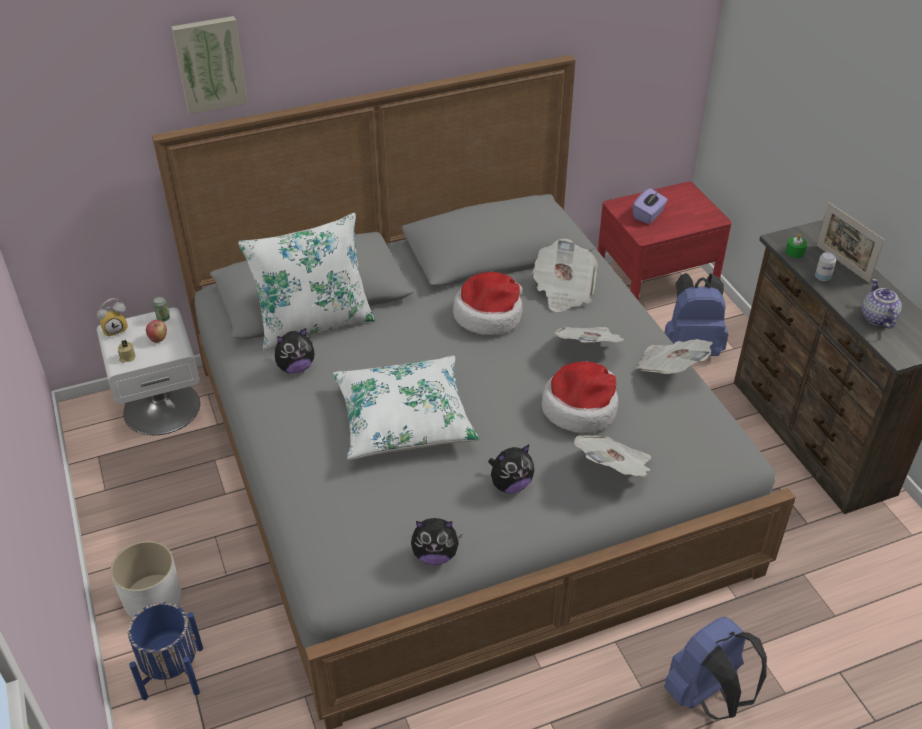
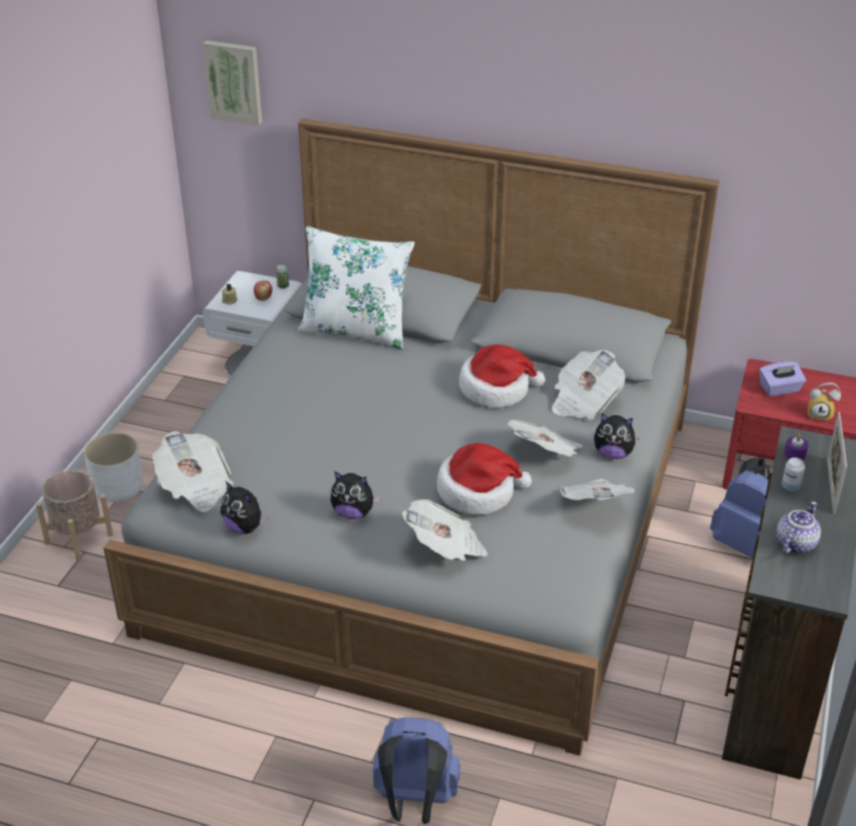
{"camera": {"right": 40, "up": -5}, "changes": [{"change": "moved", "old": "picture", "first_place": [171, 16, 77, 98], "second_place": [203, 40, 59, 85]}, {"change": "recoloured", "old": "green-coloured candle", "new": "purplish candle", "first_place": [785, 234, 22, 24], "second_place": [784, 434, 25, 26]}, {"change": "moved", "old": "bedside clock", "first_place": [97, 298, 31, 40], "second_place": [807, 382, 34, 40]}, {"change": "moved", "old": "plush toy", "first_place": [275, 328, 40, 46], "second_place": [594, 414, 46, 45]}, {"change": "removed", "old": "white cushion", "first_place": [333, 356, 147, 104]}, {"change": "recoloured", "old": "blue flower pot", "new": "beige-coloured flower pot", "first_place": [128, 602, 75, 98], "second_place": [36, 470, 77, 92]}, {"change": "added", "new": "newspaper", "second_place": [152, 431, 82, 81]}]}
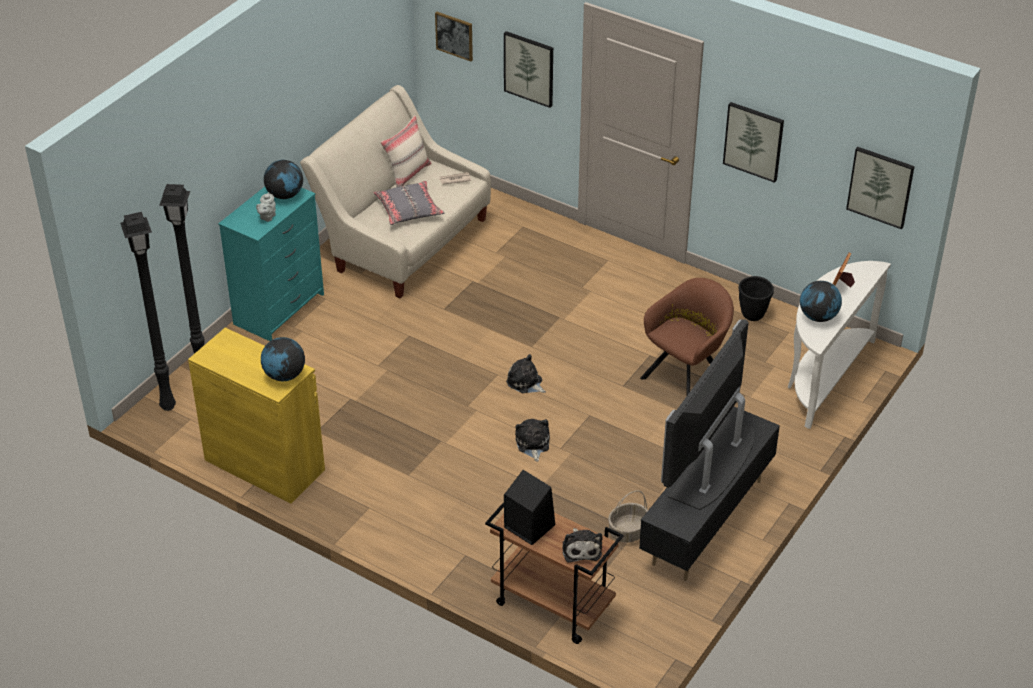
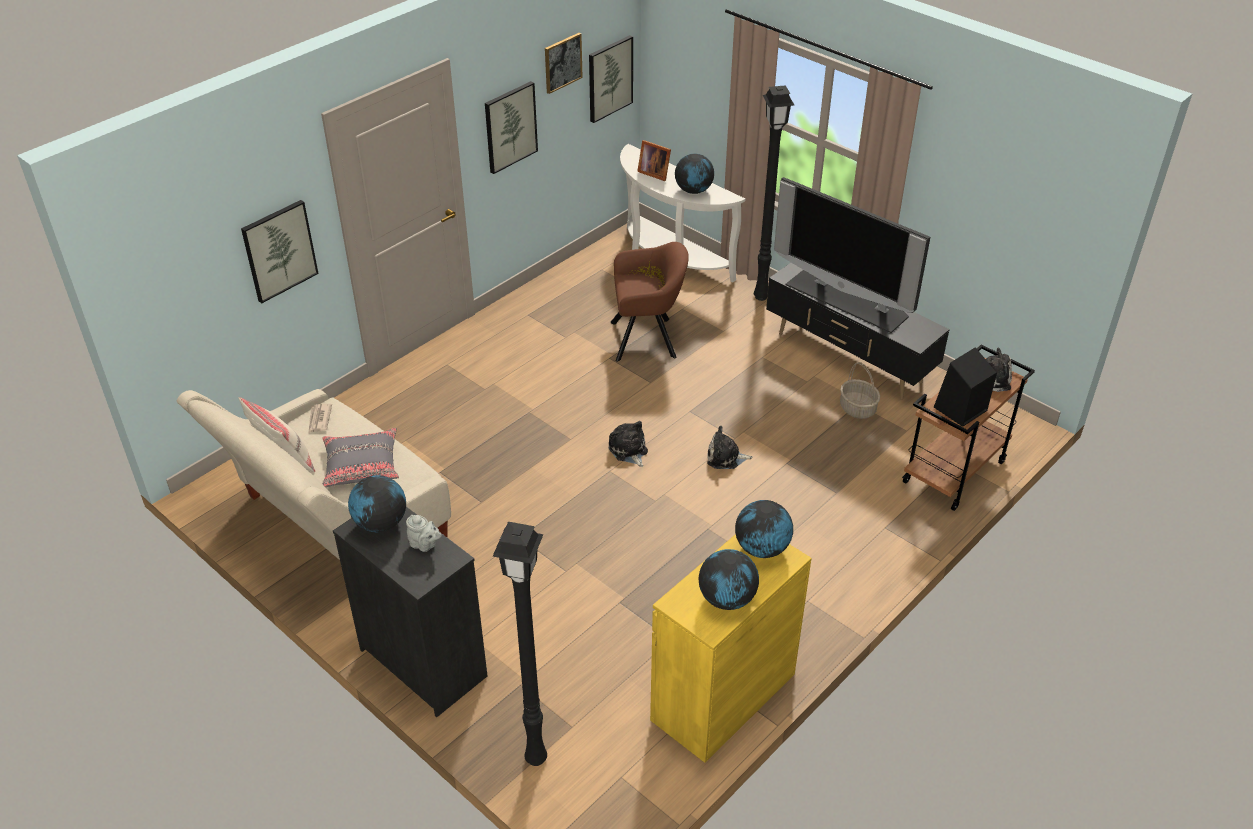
{"camera": {"right": -80, "up": 0}, "changes": [{"change": "moved", "old": "picture", "first_place": [435, 12, 38, 50], "second_place": [545, 33, 38, 61]}, {"change": "recoloured", "old": "turquoise dresser", "new": "black dresser", "first_place": [218, 187, 106, 154], "second_place": [333, 507, 154, 210]}, {"change": "moved", "old": "black floor lamp", "first_place": [120, 212, 56, 199], "second_place": [754, 85, 40, 216]}, {"change": "removed", "old": "black flower pot", "first_place": [739, 276, 35, 45]}, {"change": "turned", "old": "brown-coloured easy chair", "first_place": [640, 278, 94, 119], "second_place": [611, 242, 78, 120], "degrees": 120}, {"change": "turned", "old": "plush toy", "first_place": [506, 354, 40, 39], "second_place": [609, 421, 39, 46], "degrees": 105}, {"change": "added", "new": "globe", "second_place": [699, 549, 60, 61]}]}
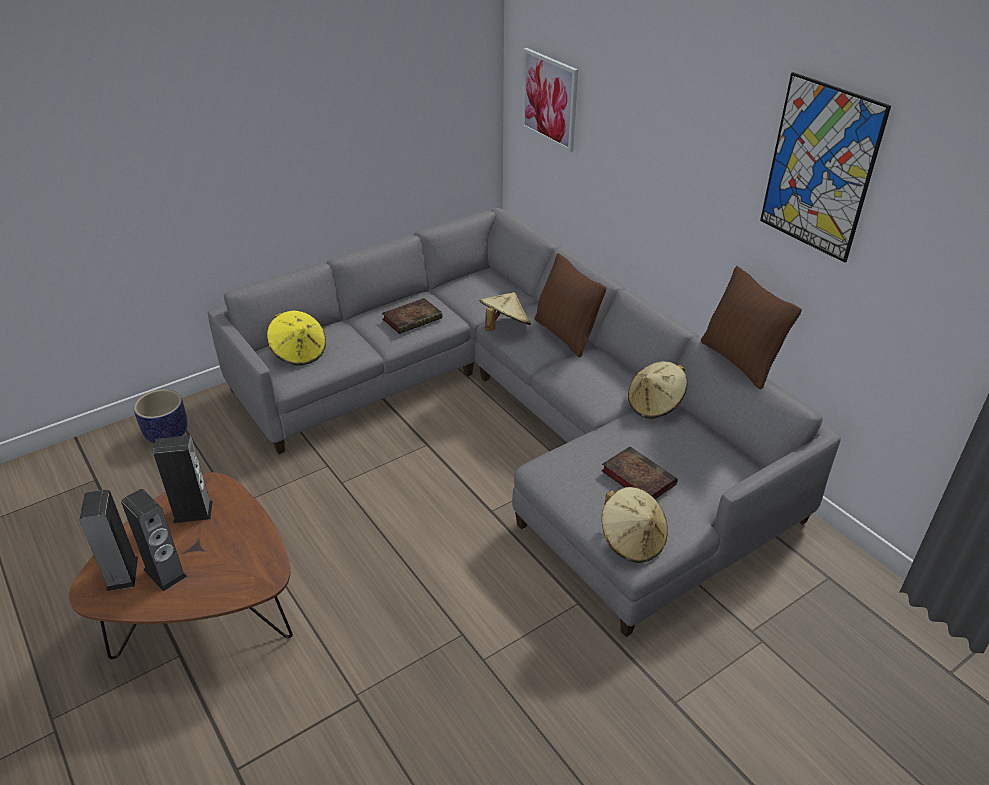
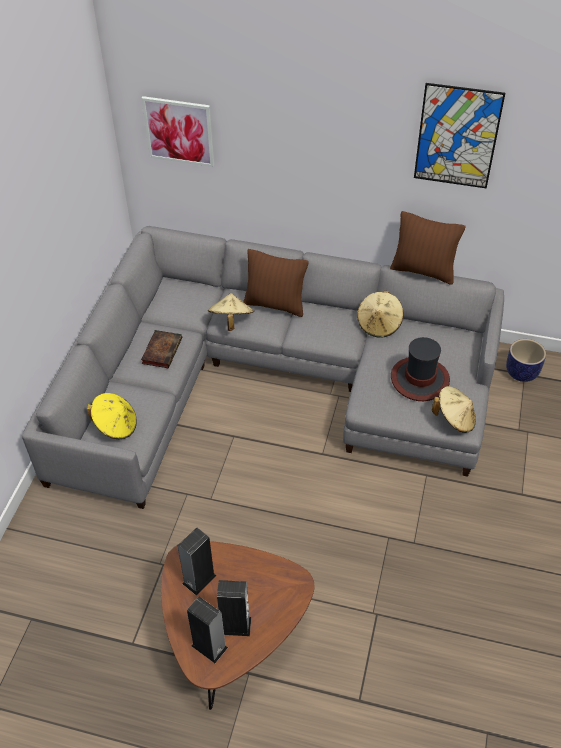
{"camera": {"right": -40, "up": 10}, "changes": [{"change": "moved", "old": "flower pot", "first_place": [134, 389, 54, 55], "second_place": [506, 339, 40, 43]}, {"change": "replaced", "old": "book", "new": "hat", "first_place": [601, 446, 77, 53], "second_place": [391, 337, 59, 64]}]}
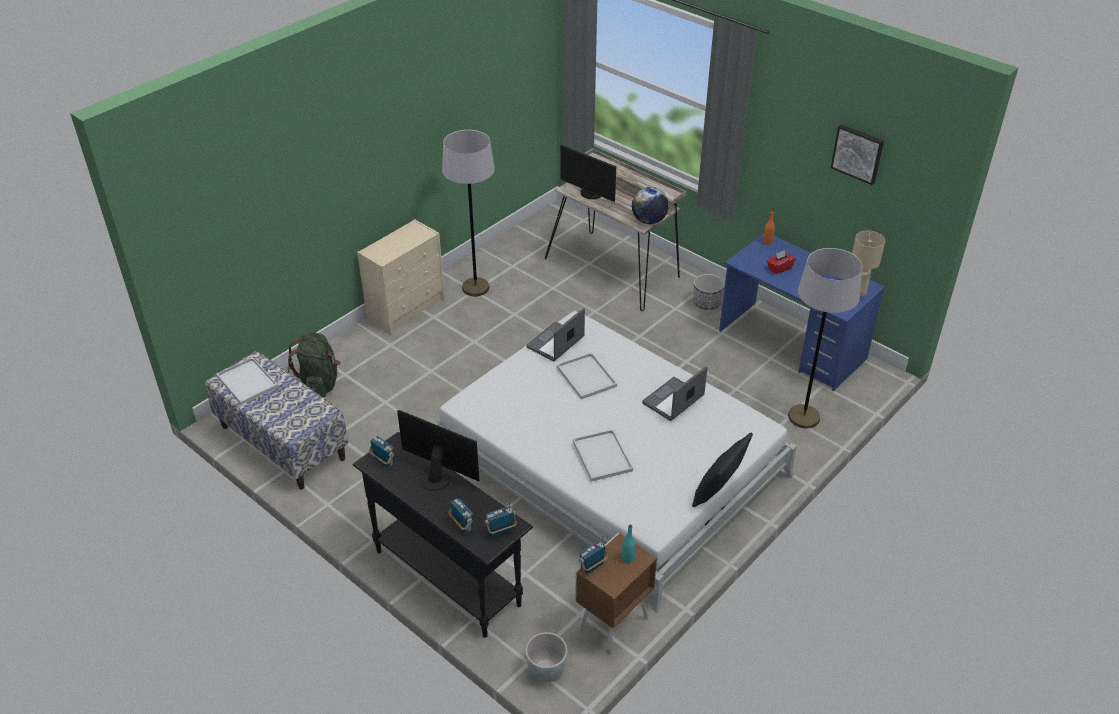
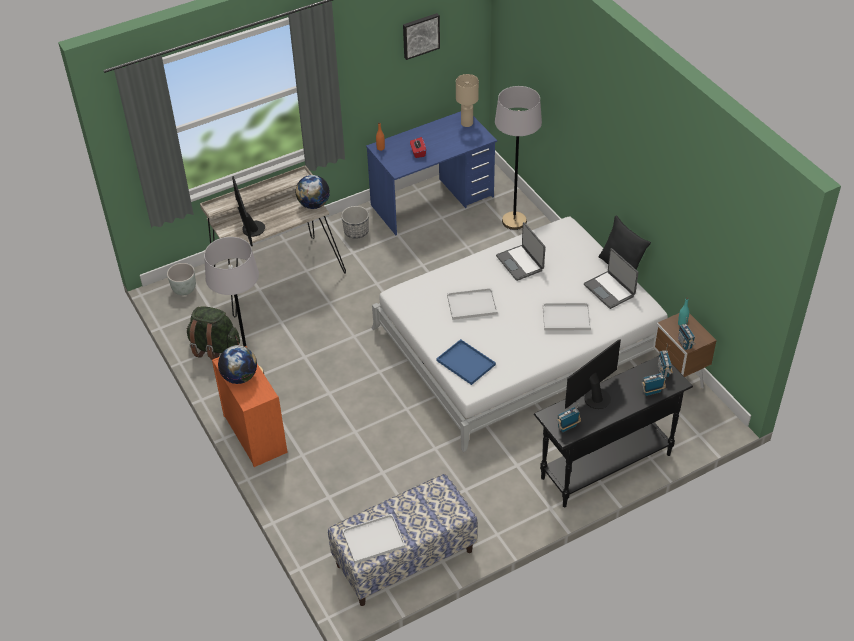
{"camera": {"right": -70, "up": 5}, "changes": [{"change": "turned", "old": "computer display", "first_place": [561, 144, 55, 58], "second_place": [232, 176, 33, 71], "degrees": 105}, {"change": "recoloured", "old": "beige-coloured dresser", "new": "orange dresser", "first_place": [357, 219, 88, 116], "second_place": [212, 346, 76, 121]}, {"change": "moved", "old": "portable computer", "first_place": [526, 308, 59, 53], "second_place": [584, 248, 55, 61]}, {"change": "moved", "old": "green-coloured backpack", "first_place": [287, 333, 54, 65], "second_place": [187, 306, 53, 54]}, {"change": "moved", "old": "grey flower pot", "first_place": [526, 632, 41, 51], "second_place": [167, 263, 29, 32]}, {"change": "added", "new": "blue tray", "second_place": [436, 339, 60, 46]}, {"change": "added", "new": "globe", "second_place": [218, 345, 39, 39]}]}
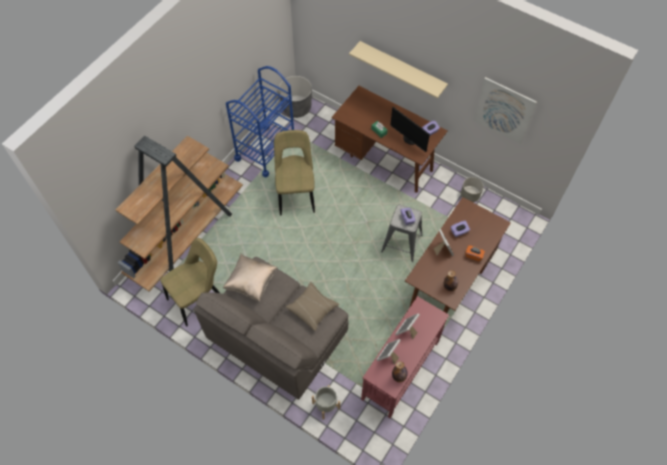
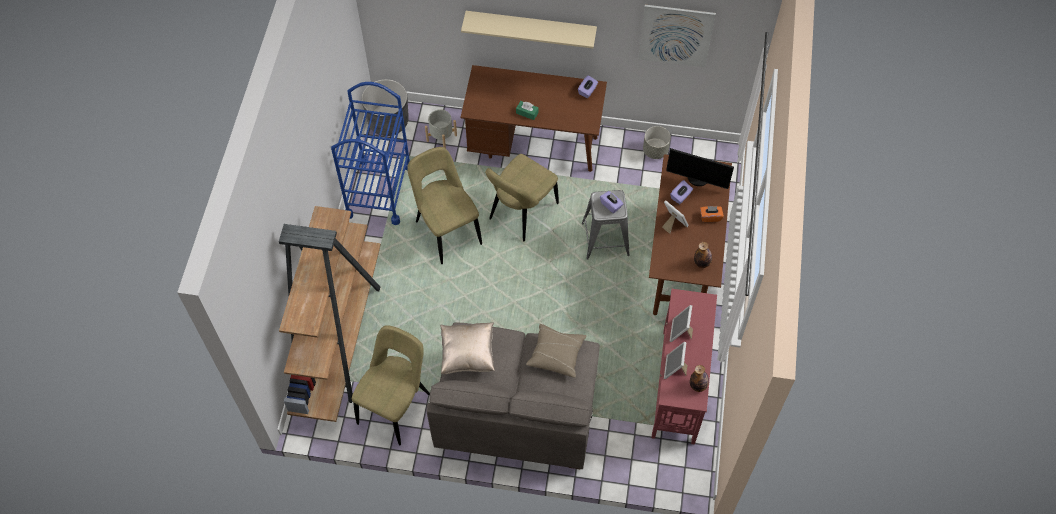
{"camera": {"right": -25, "up": 0}, "changes": [{"change": "moved", "old": "computer display", "first_place": [390, 107, 40, 45], "second_place": [666, 148, 68, 41]}, {"change": "moved", "old": "grey flower pot", "first_place": [312, 385, 28, 35], "second_place": [425, 109, 32, 39]}, {"change": "added", "new": "beige-coloured chair", "second_place": [485, 154, 74, 87]}]}
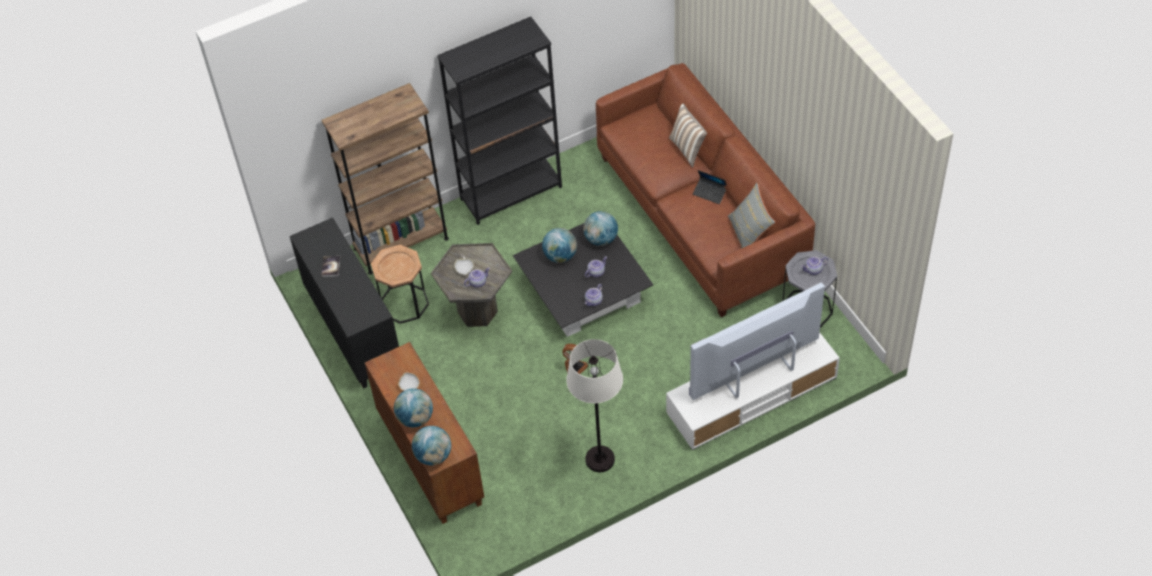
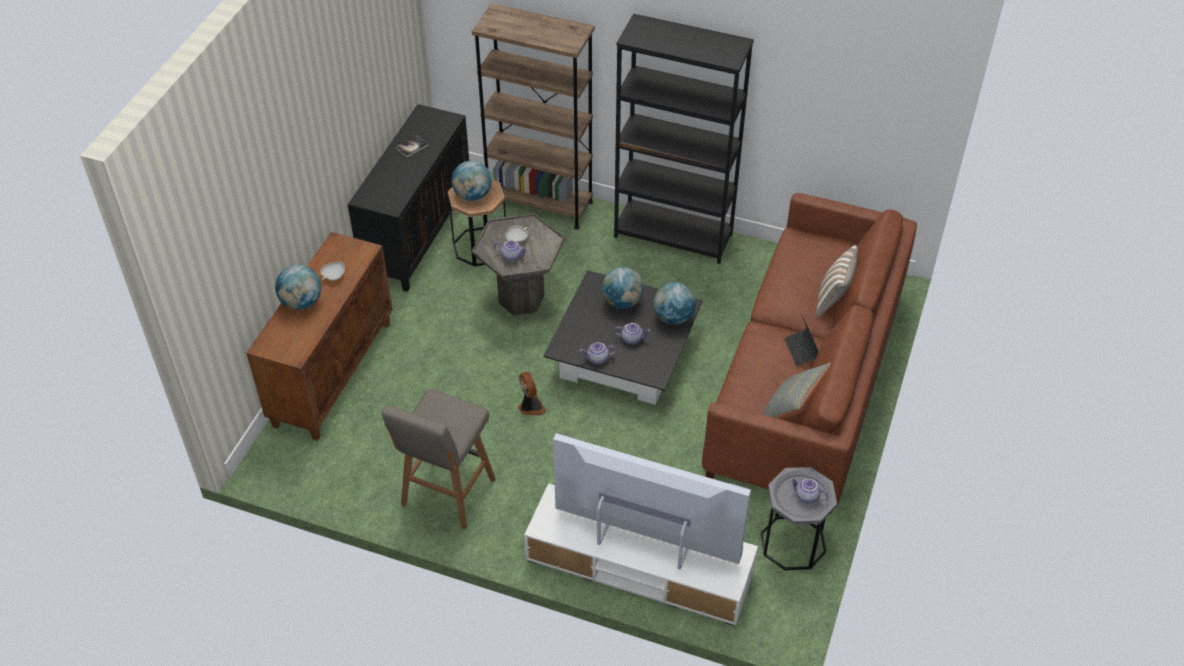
{"camera": {"right": 45, "up": -5}, "changes": [{"change": "replaced", "old": "white floor lamp", "new": "grey stool seat", "first_place": [566, 339, 57, 133], "second_place": [382, 389, 114, 141]}, {"change": "moved", "old": "globe", "first_place": [412, 426, 39, 39], "second_place": [451, 161, 41, 40]}]}
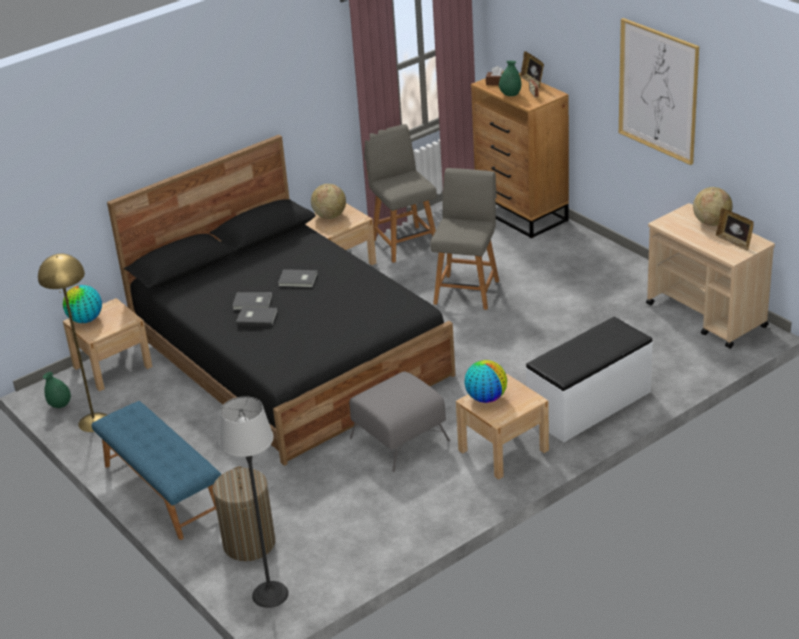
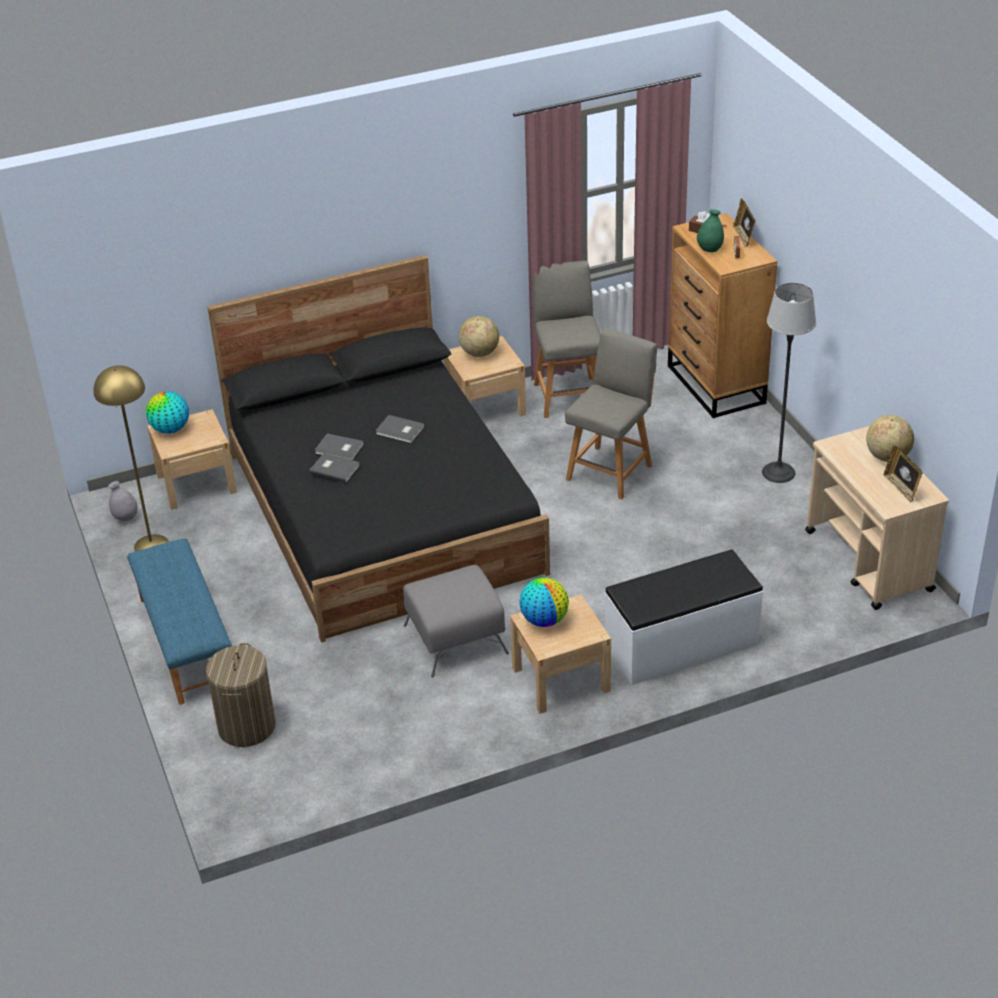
{"camera": {"right": 15, "up": 5}, "changes": [{"change": "removed", "old": "picture", "first_place": [619, 18, 80, 147]}, {"change": "recoloured", "old": "green-coloured flower vase", "new": "grey flower vase", "first_place": [43, 372, 28, 36], "second_place": [108, 481, 30, 40]}, {"change": "moved", "old": "floor lamp", "first_place": [219, 396, 70, 212], "second_place": [762, 283, 54, 200]}]}
